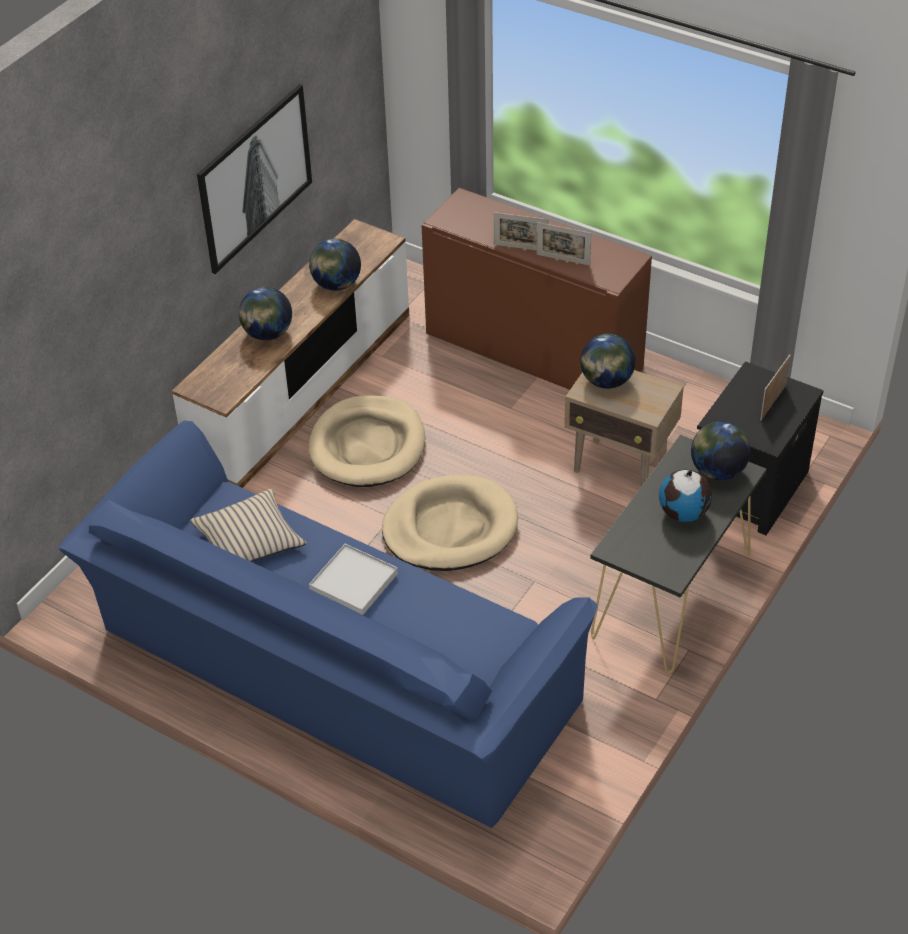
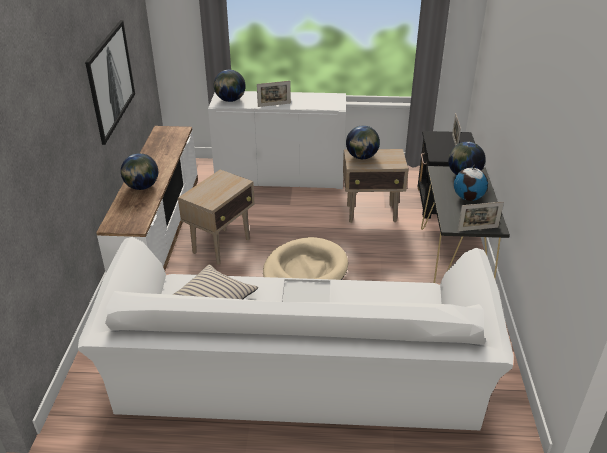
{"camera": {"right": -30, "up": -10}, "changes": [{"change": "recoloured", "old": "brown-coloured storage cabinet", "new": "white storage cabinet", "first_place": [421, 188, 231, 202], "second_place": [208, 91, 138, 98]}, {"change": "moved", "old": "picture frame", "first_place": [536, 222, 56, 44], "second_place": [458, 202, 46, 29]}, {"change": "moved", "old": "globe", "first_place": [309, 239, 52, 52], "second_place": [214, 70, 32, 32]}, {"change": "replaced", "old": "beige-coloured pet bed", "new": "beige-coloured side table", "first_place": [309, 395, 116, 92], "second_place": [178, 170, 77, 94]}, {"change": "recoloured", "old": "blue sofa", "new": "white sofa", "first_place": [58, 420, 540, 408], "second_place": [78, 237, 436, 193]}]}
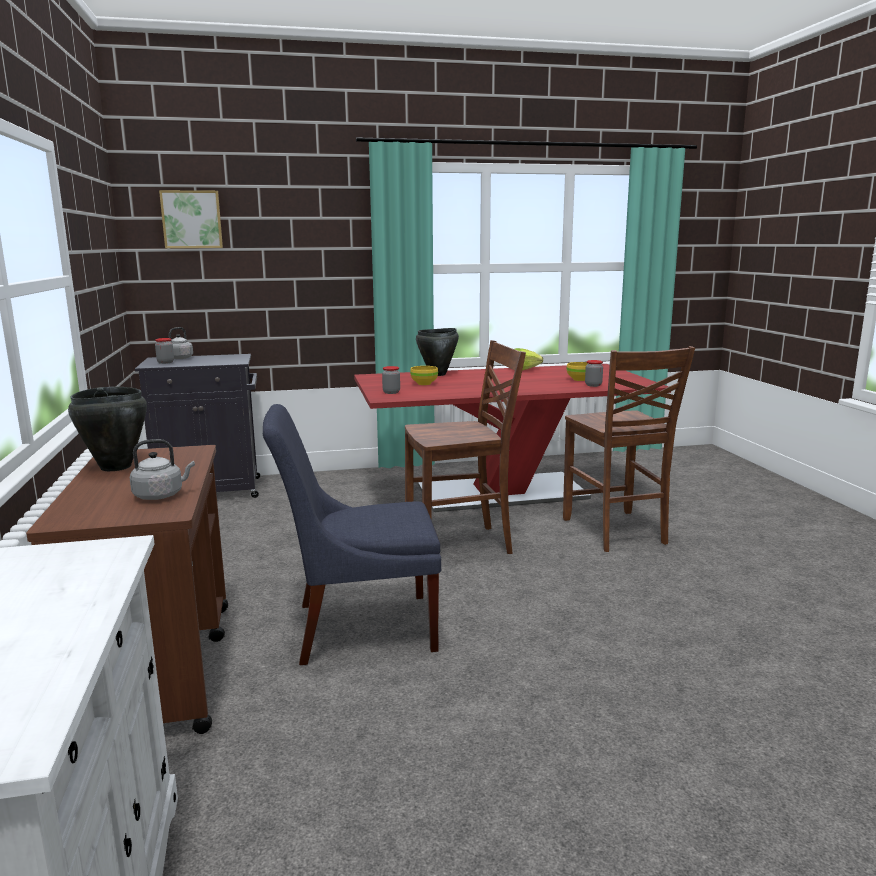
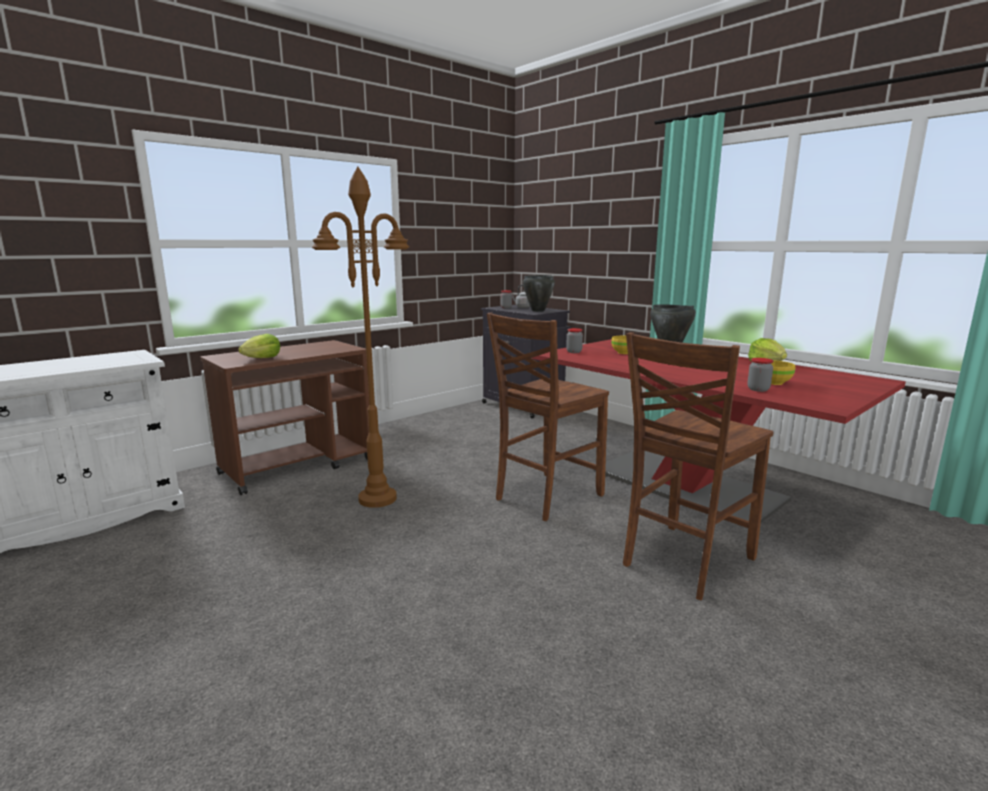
{"camera": {"right": 60, "up": 0}, "changes": [{"change": "removed", "old": "picture", "first_place": [159, 190, 64, 58]}, {"change": "turned", "old": "brown-coloured chair", "first_place": [405, 340, 121, 214], "second_place": [487, 312, 122, 209], "degrees": 90}, {"change": "moved", "old": "black cooking pot", "first_place": [68, 387, 79, 84], "second_place": [523, 275, 32, 37]}, {"change": "replaced", "old": "blue chair", "new": "brown-coloured floor lamp", "first_place": [263, 404, 178, 261], "second_place": [312, 167, 97, 341]}, {"change": "replaced", "old": "grey tea kettle", "new": "lettuce head", "first_place": [130, 439, 65, 61], "second_place": [238, 334, 42, 24]}]}
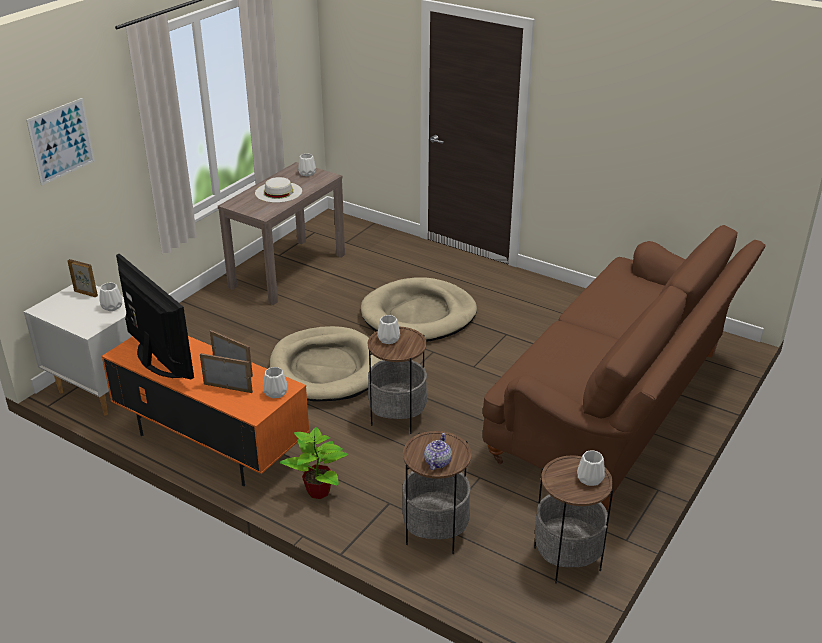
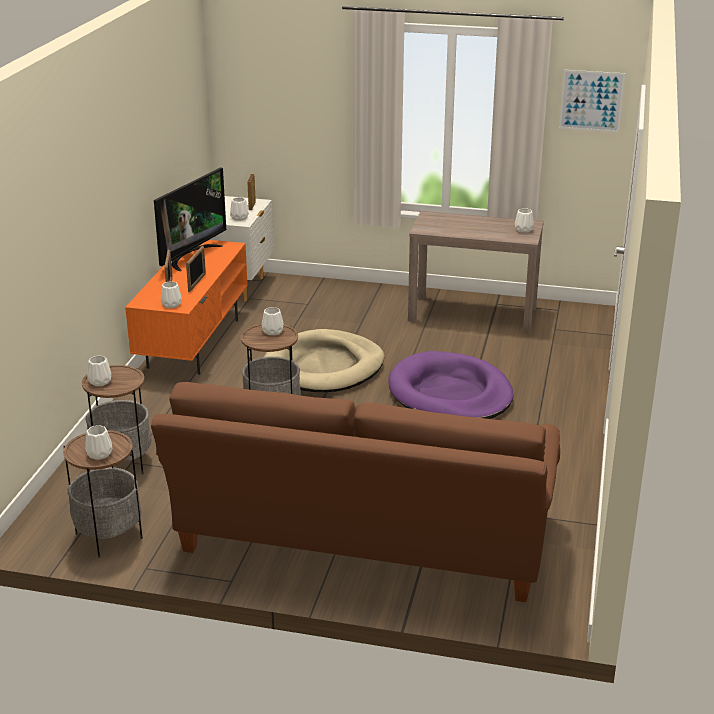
{"camera": {"right": 70, "up": -5}, "changes": [{"change": "moved", "old": "picture", "first_place": [26, 98, 69, 87], "second_place": [559, 70, 66, 62]}, {"change": "removed", "old": "white hat", "first_place": [255, 177, 47, 26]}, {"change": "recoloured", "old": "beige-coloured pet bed", "new": "purplish pet bed", "first_place": [361, 277, 116, 65], "second_place": [388, 351, 126, 68]}, {"change": "removed", "old": "plant in a pot", "first_place": [279, 427, 69, 72]}, {"change": "replaced", "old": "pot for tea", "new": "white flower vase", "first_place": [424, 433, 28, 37], "second_place": [87, 356, 25, 30]}]}
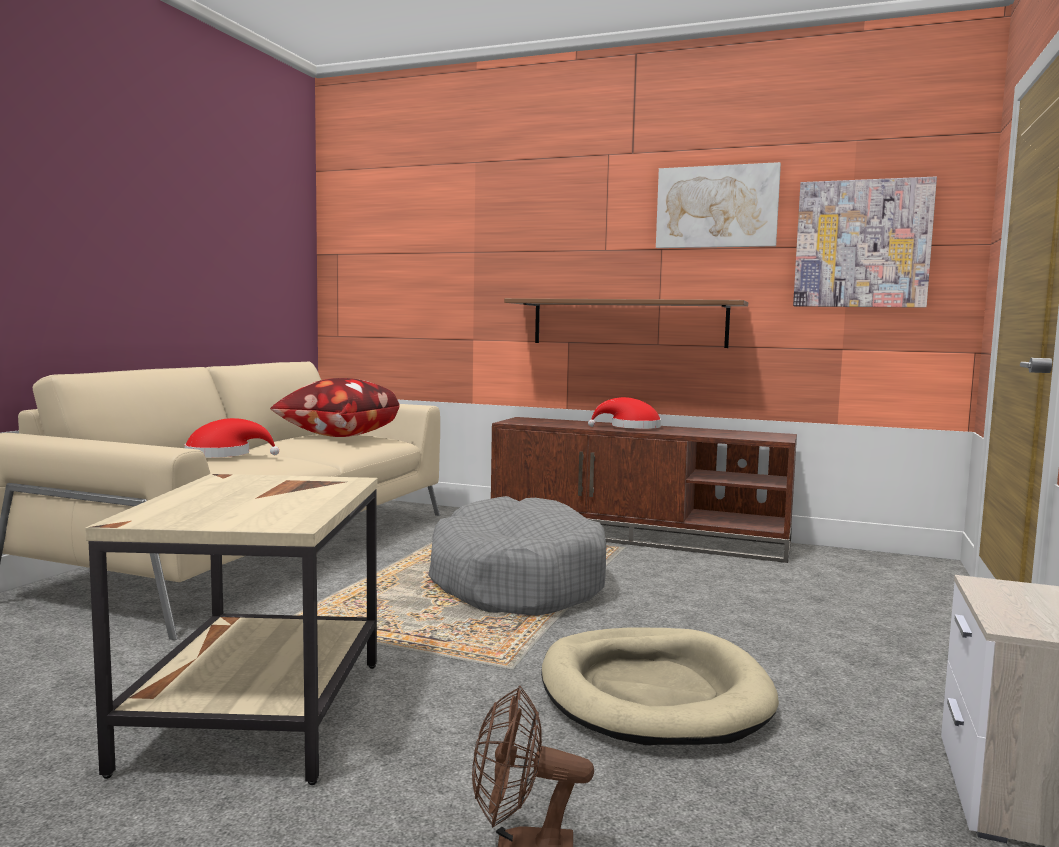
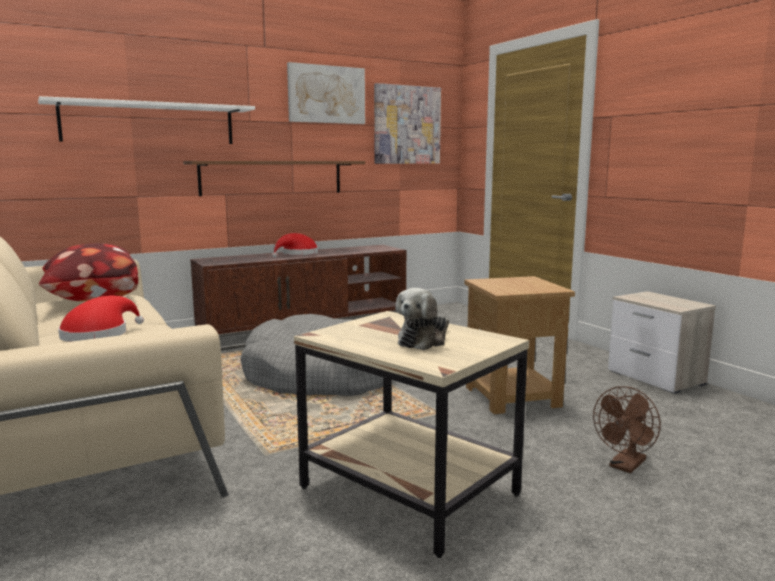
{"camera": {"right": -50, "up": 5}, "changes": [{"change": "replaced", "old": "beige-coloured pet bed", "new": "brown-coloured side table", "first_place": [541, 628, 238, 117], "second_place": [464, 276, 111, 138]}, {"change": "added", "new": "white shelf", "second_place": [38, 96, 217, 48]}, {"change": "added", "new": "plush toy", "second_place": [395, 288, 54, 62]}]}
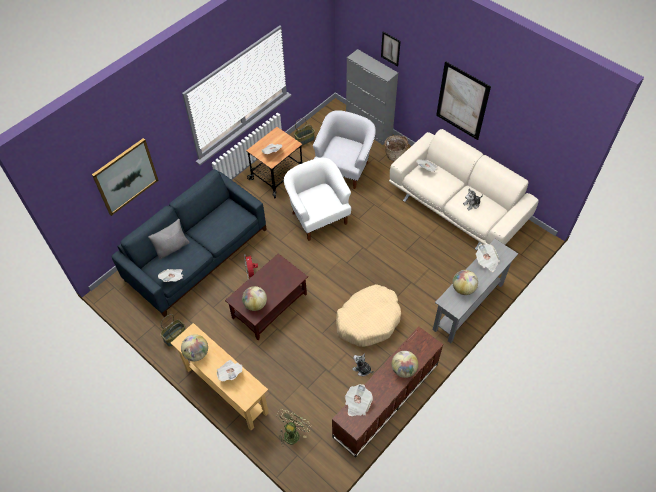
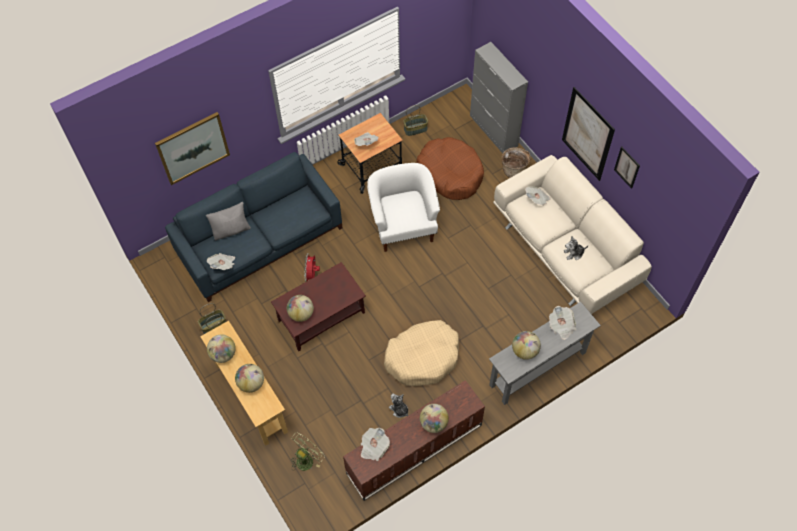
{"camera": {"right": 15, "up": 5}, "changes": [{"change": "moved", "old": "picture", "first_place": [381, 32, 20, 34], "second_place": [614, 147, 26, 42]}, {"change": "replaced", "old": "white easy chair", "new": "brown-coloured pet bed", "first_place": [313, 110, 63, 79], "second_place": [416, 137, 68, 63]}, {"change": "replaced", "old": "newspaper", "new": "globe", "first_place": [217, 360, 26, 21], "second_place": [235, 364, 29, 29]}]}
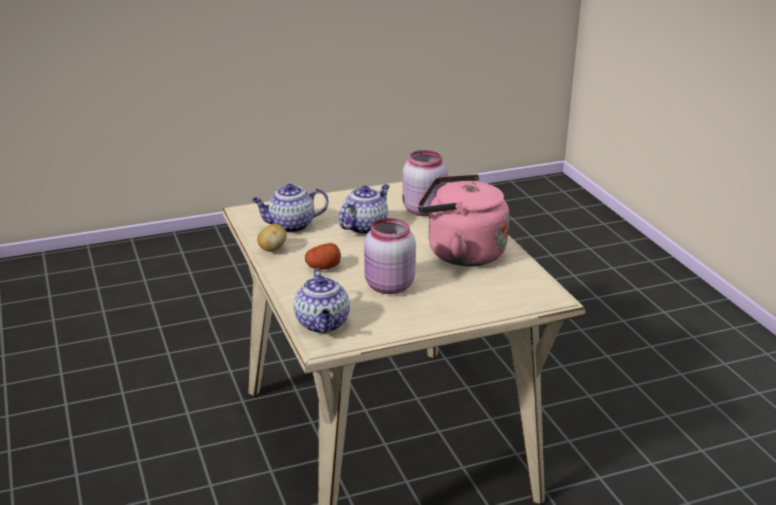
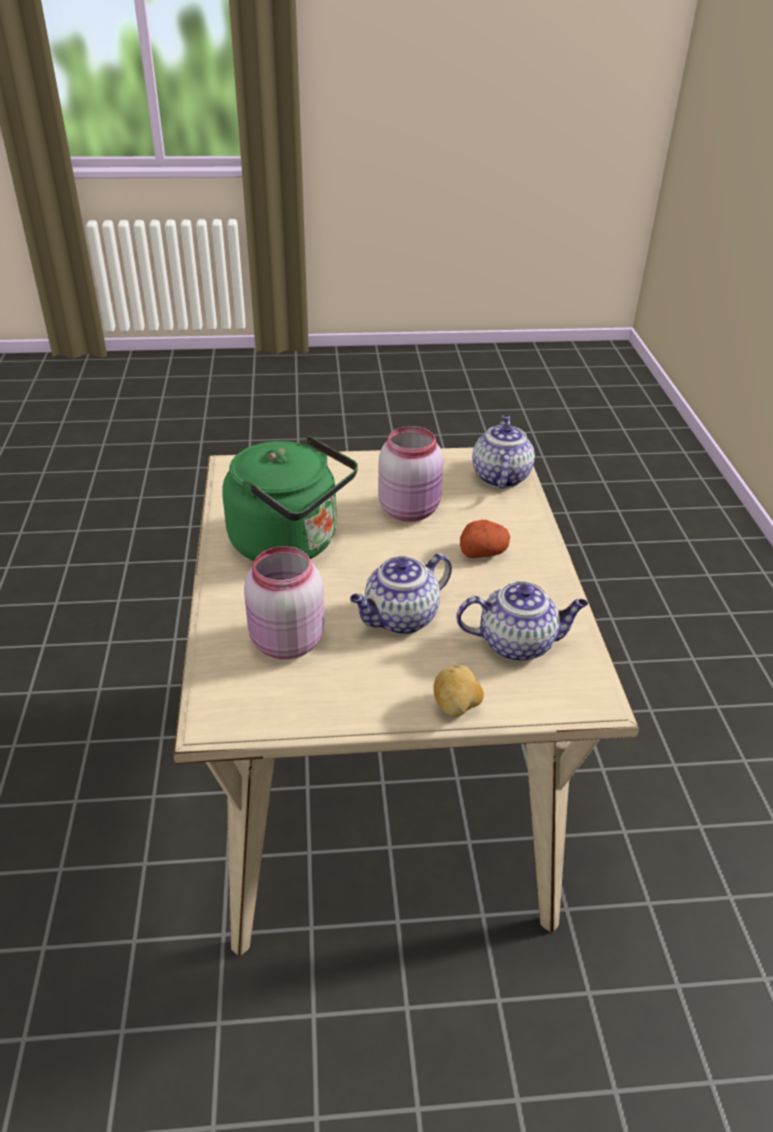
{"camera": {"right": -165, "up": 10}, "changes": [{"change": "recoloured", "old": "pinkish tea kettle", "new": "green-coloured tea kettle", "first_place": [418, 174, 91, 93], "second_place": [222, 436, 136, 125]}, {"change": "moved", "old": "potato", "first_place": [257, 224, 30, 28], "second_place": [434, 665, 50, 52]}]}
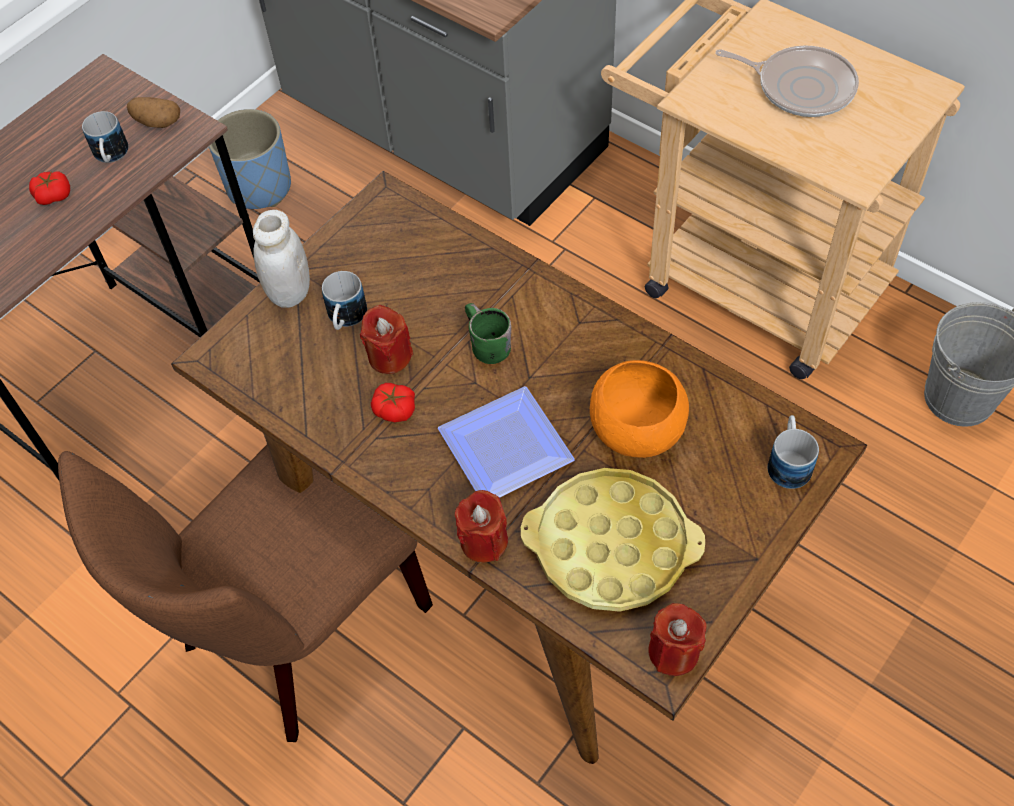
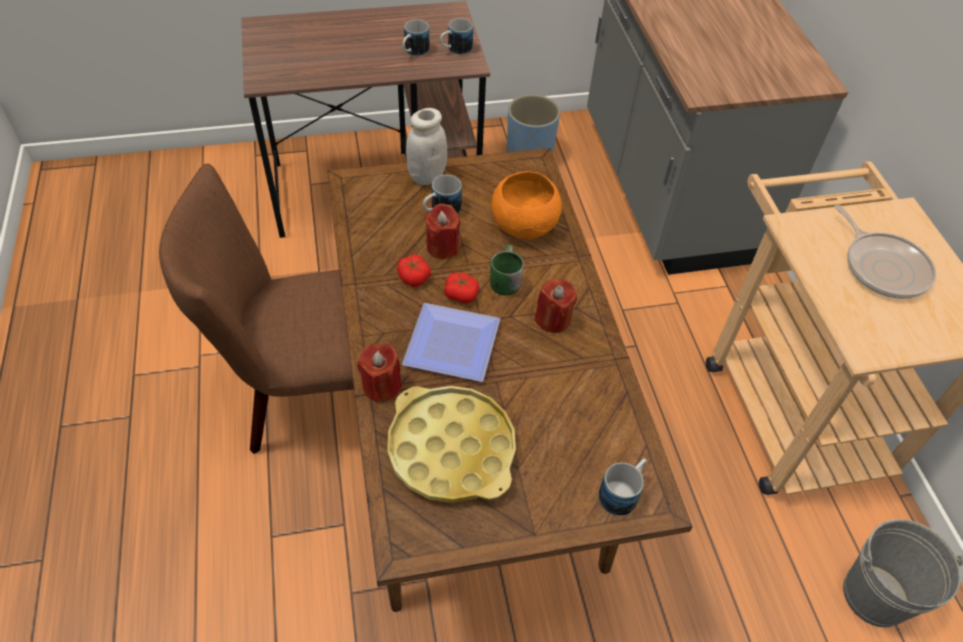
{"camera": {"right": 35, "up": -5}, "changes": [{"change": "replaced", "old": "potato", "new": "tea mug", "first_place": [127, 97, 53, 31], "second_place": [440, 18, 33, 37]}, {"change": "moved", "old": "tomato", "first_place": [29, 171, 41, 34], "second_place": [444, 273, 35, 30]}, {"change": "moved", "old": "orange deep dish", "first_place": [590, 360, 99, 98], "second_place": [491, 171, 71, 68]}, {"change": "moved", "old": "reddish candle", "first_place": [648, 603, 58, 73], "second_place": [535, 279, 42, 54]}]}
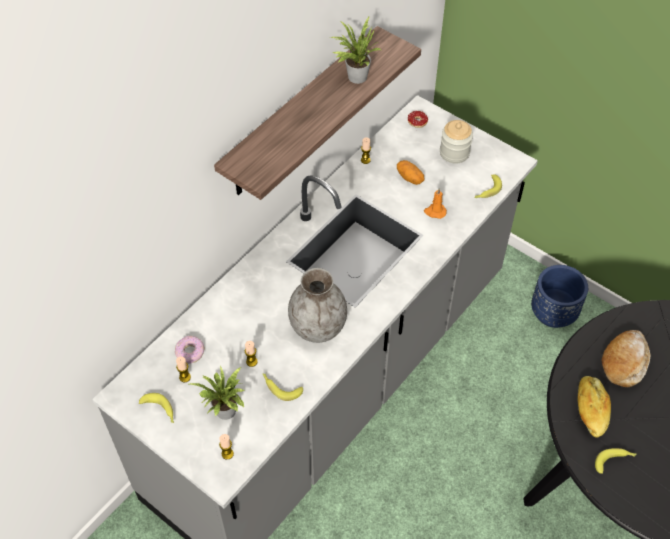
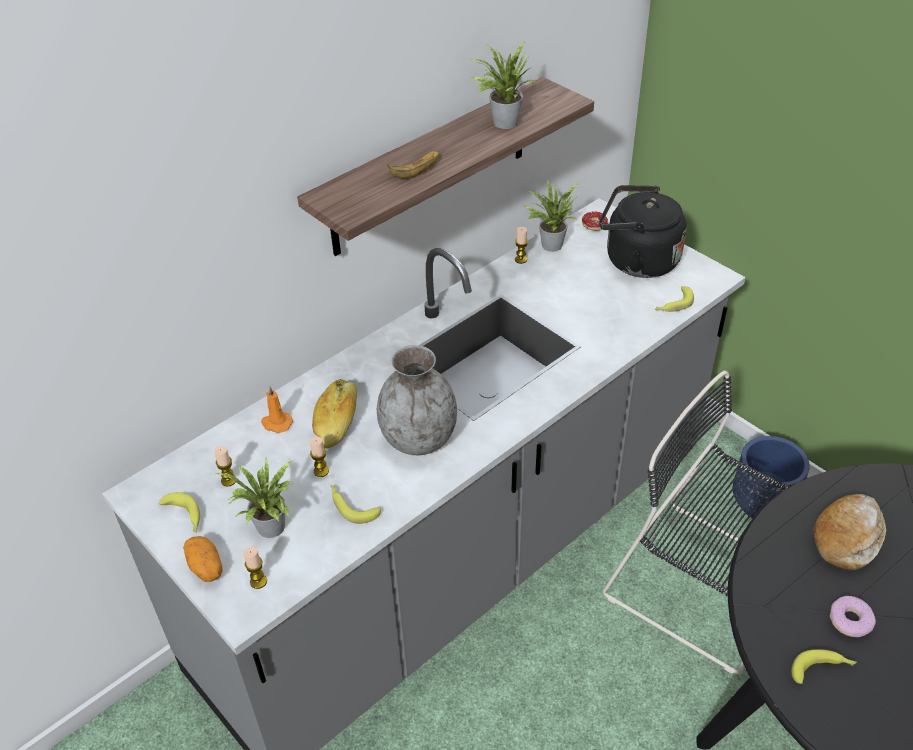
{"camera": {"right": 10, "up": -10}, "changes": [{"change": "replaced", "old": "preserve jar", "new": "black tea kettle", "first_place": [440, 120, 33, 44], "second_place": [599, 185, 88, 93]}, {"change": "moved", "old": "potato", "first_place": [397, 160, 27, 25], "second_place": [183, 536, 40, 46]}, {"change": "moved", "old": "orange candle", "first_place": [424, 188, 23, 31], "second_place": [261, 386, 32, 47]}, {"change": "moved", "old": "ring doughnut", "first_place": [175, 336, 30, 28], "second_place": [830, 596, 46, 41]}, {"change": "moved", "old": "bakery bread", "first_place": [578, 376, 33, 62], "second_place": [312, 379, 45, 70]}, {"change": "added", "new": "banana", "second_place": [387, 151, 52, 28]}, {"change": "added", "new": "plant in a pot", "second_place": [523, 180, 55, 72]}, {"change": "added", "new": "black chair", "second_place": [603, 371, 187, 303]}]}
